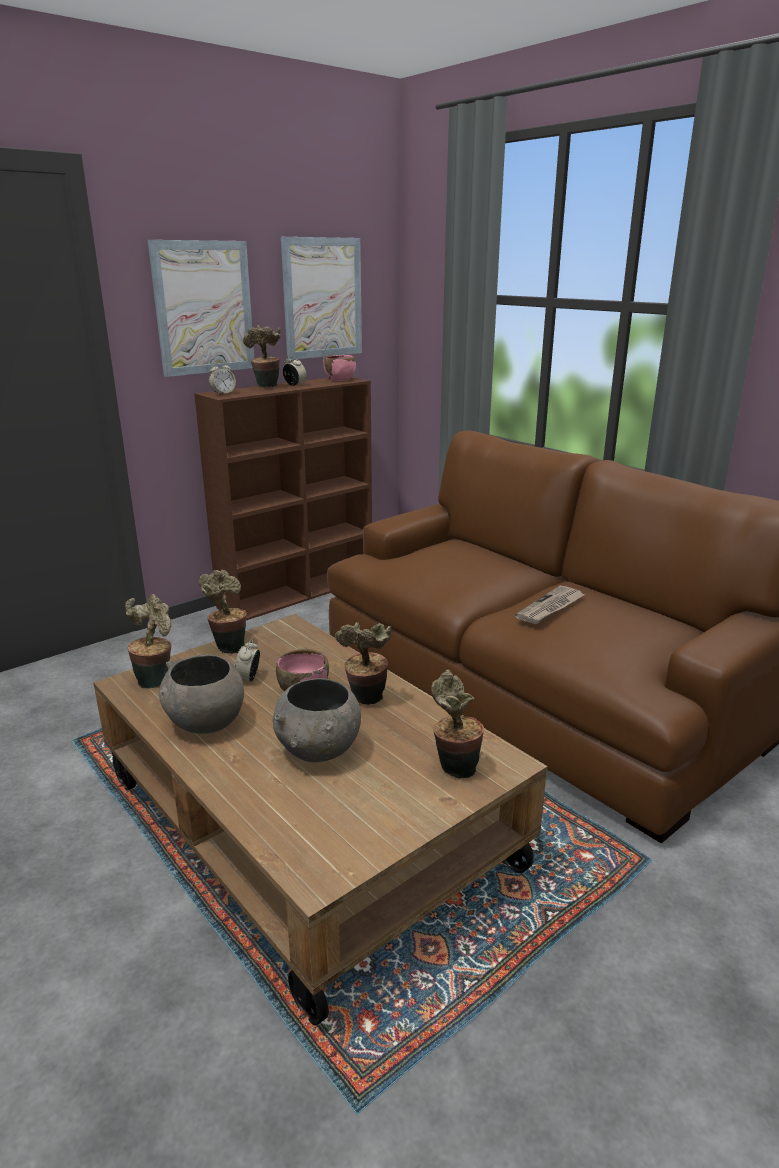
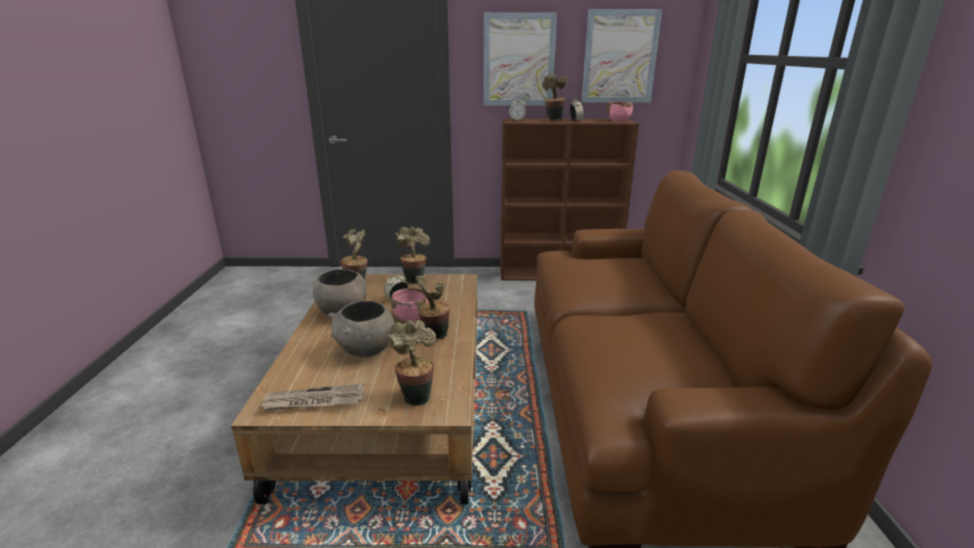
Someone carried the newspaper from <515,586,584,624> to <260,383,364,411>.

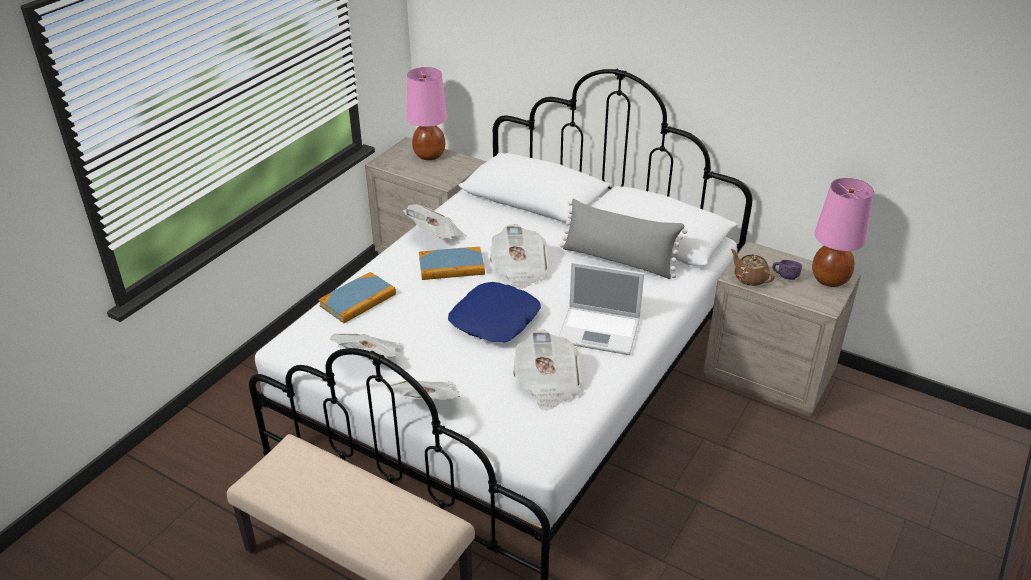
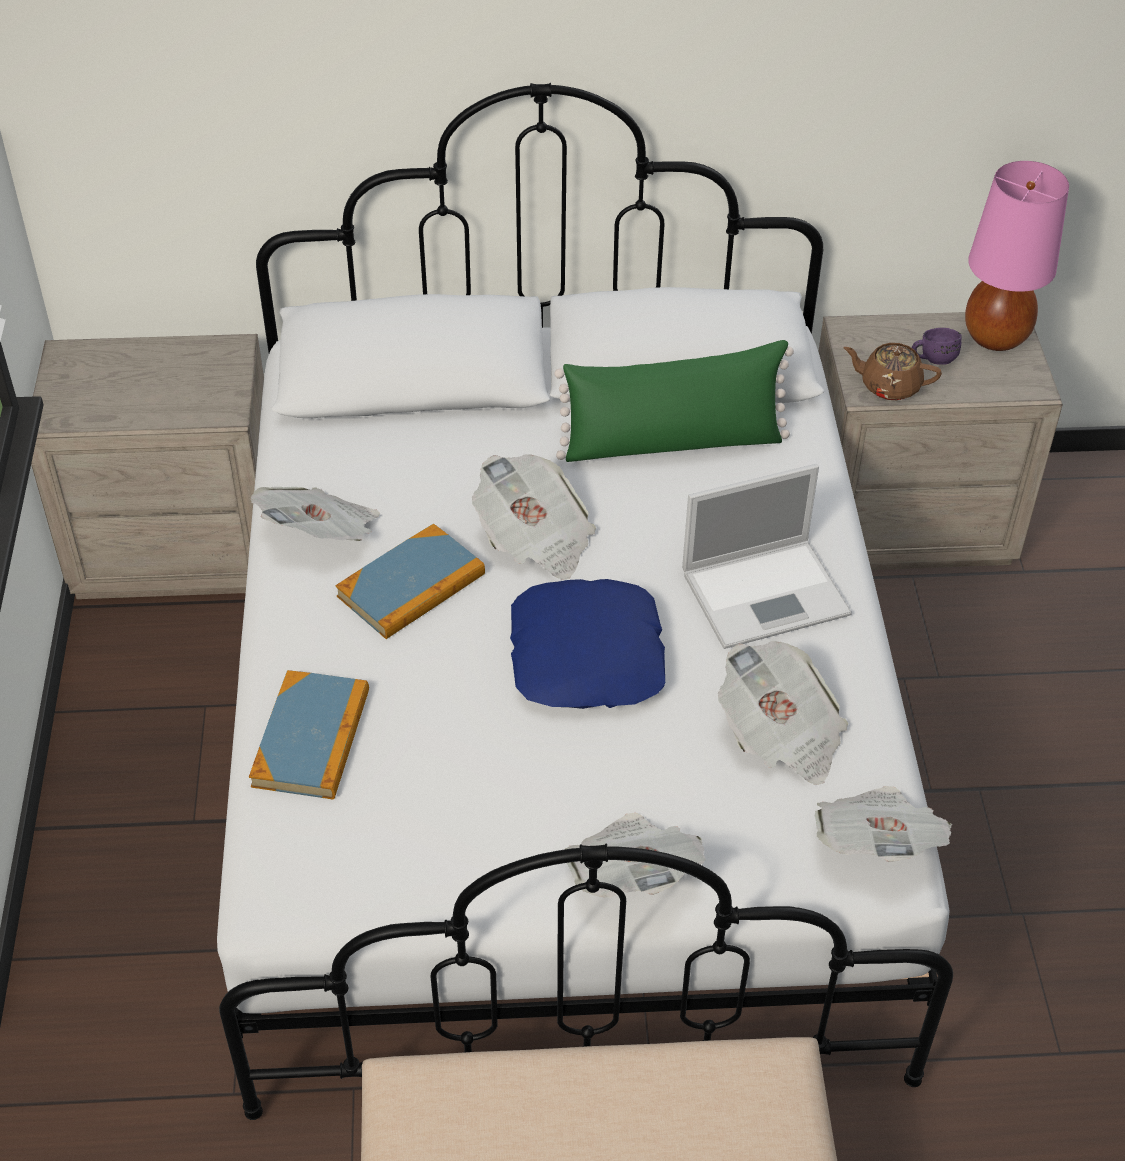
Someone took away the pink tabletop lamp at <407,67,447,160>.
Someone carried the newspaper from <330,334,402,357> to <815,786,952,862>.
Someone repainted the greyish pillow at <560,199,687,279>, which became the green-coloured pillow at <554,340,794,462>.

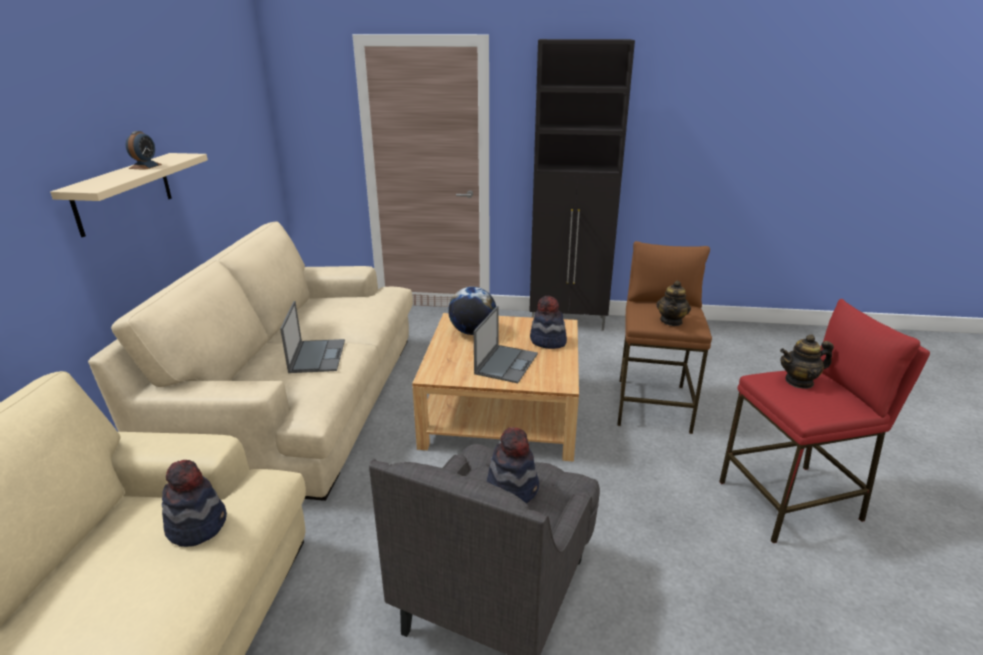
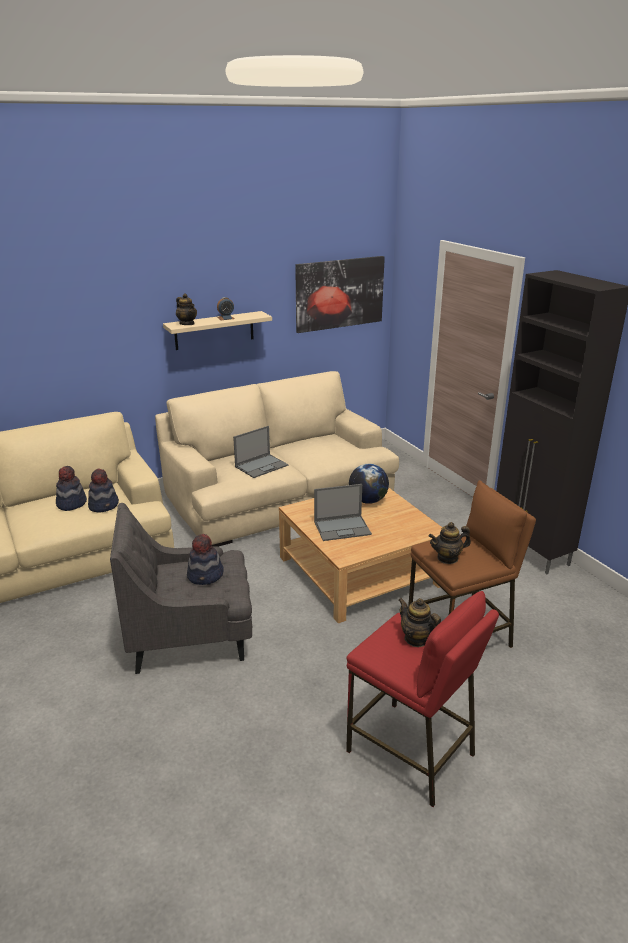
Someone put down the tea pot at <176,293,197,325>.
Someone put up the wall picture at <295,256,385,333>.
Someone carried the hat from <530,296,567,349> to <56,466,87,511>.

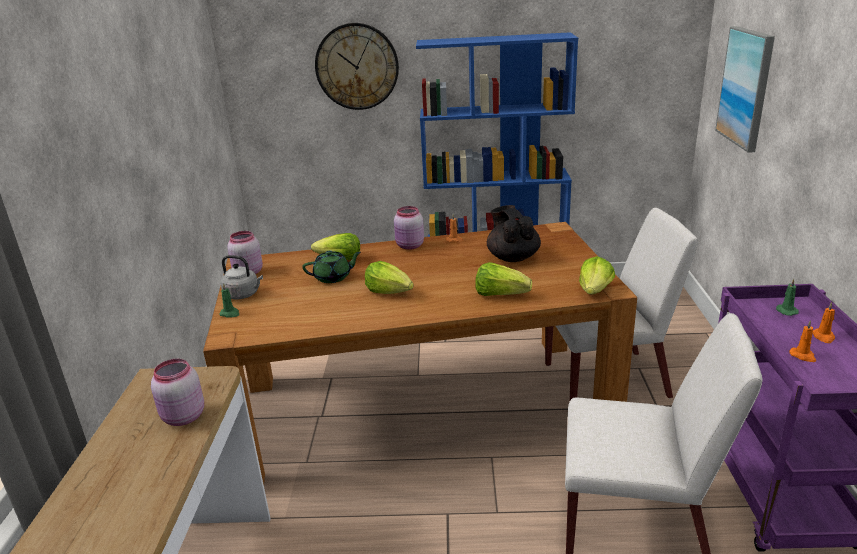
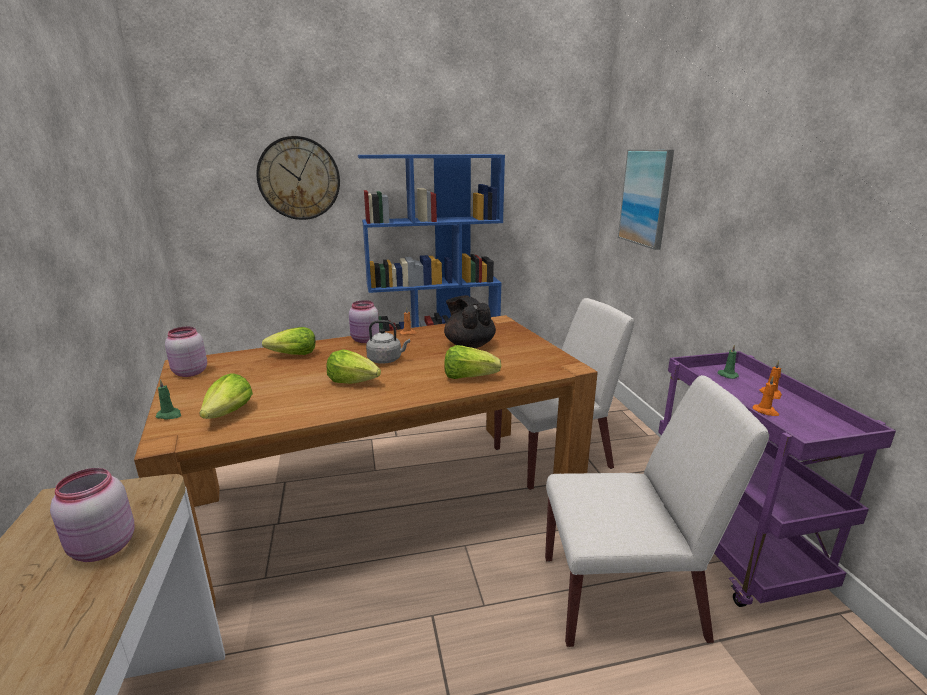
Someone took away the green-coloured tea pot at <302,251,361,283>.
Someone carried the greyish tea kettle from <221,255,263,299> to <366,320,410,364>.
Someone carried the lettuce from <579,256,615,294> to <199,373,253,419>.

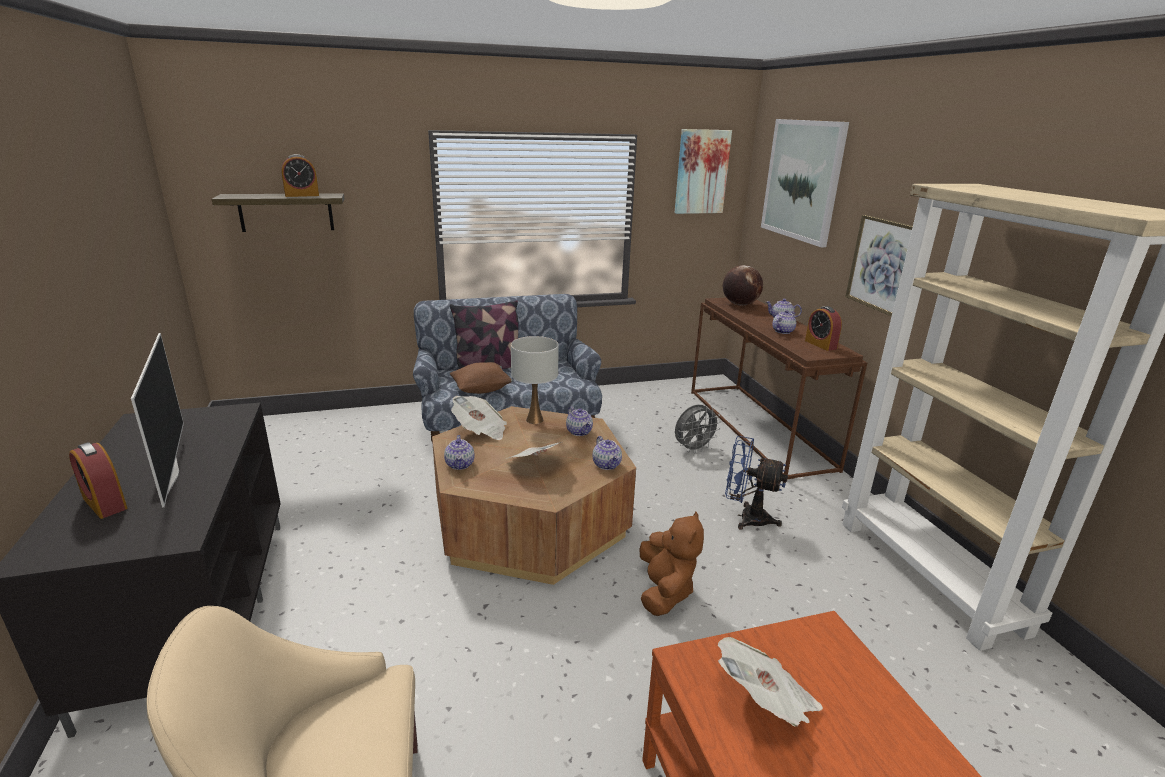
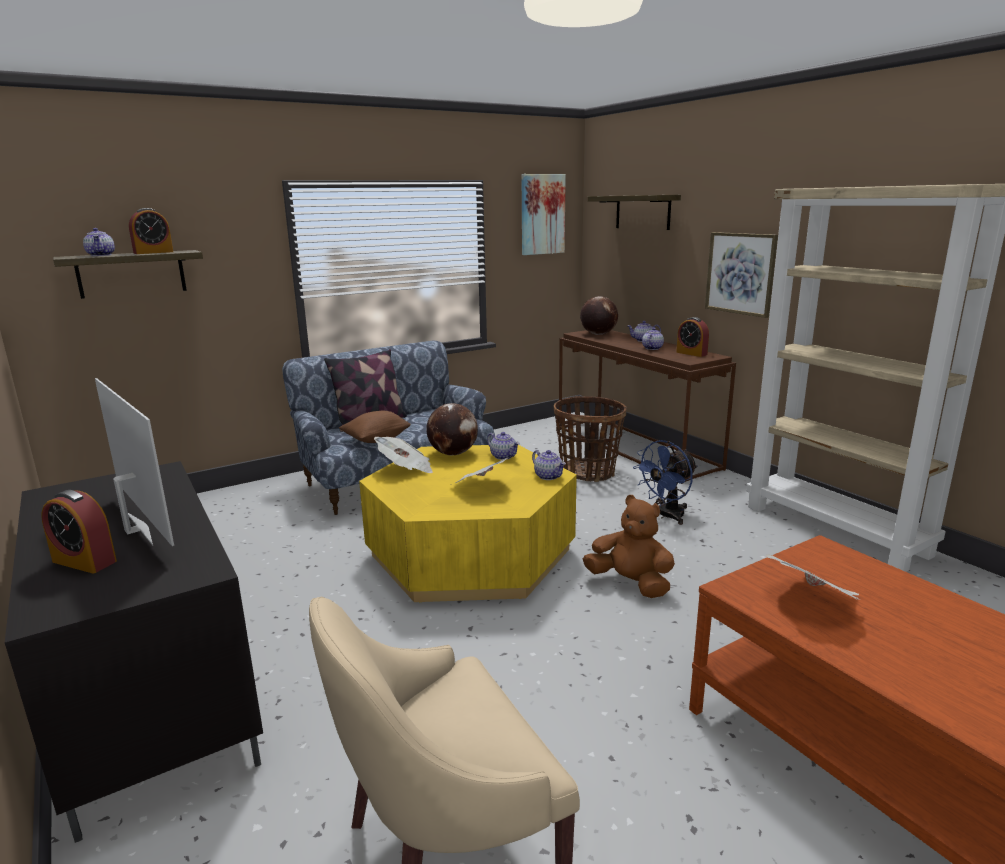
Someone carried the tea pot from <444,435,475,470> to <83,228,115,256>.
Someone swapped the whitish tabletop lamp at <511,336,559,424> for the world globe at <426,403,478,455>.
Someone swapped the greyish cooling fan at <675,405,721,453> for the household basket at <554,396,626,482>.
Someone swapped the wall picture at <761,119,849,247> for the wall shelf at <587,195,681,230>.
Someone repainted the brown-coloured coffee table at <432,406,636,585>, which became the yellow-coloured coffee table at <359,445,577,602>.
Someone rotated the brown-coloured plush toy at <640,512,704,616> by 45 degrees counterclockwise.
Someone rotated the blue-coloured cooling fan at <725,436,788,530> by 45 degrees counterclockwise.

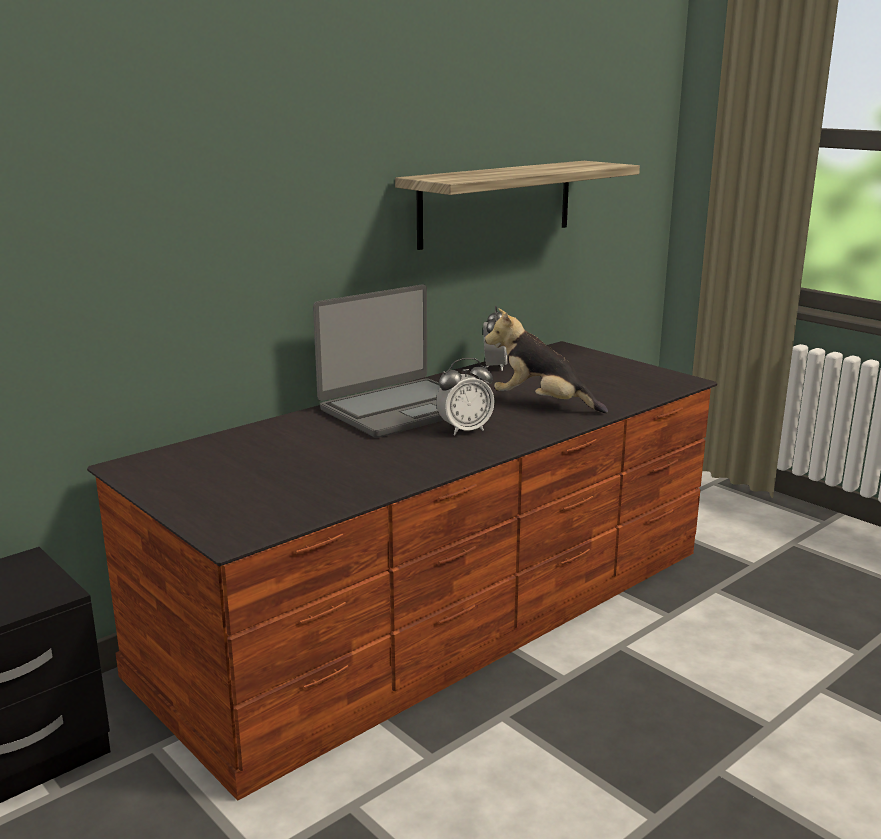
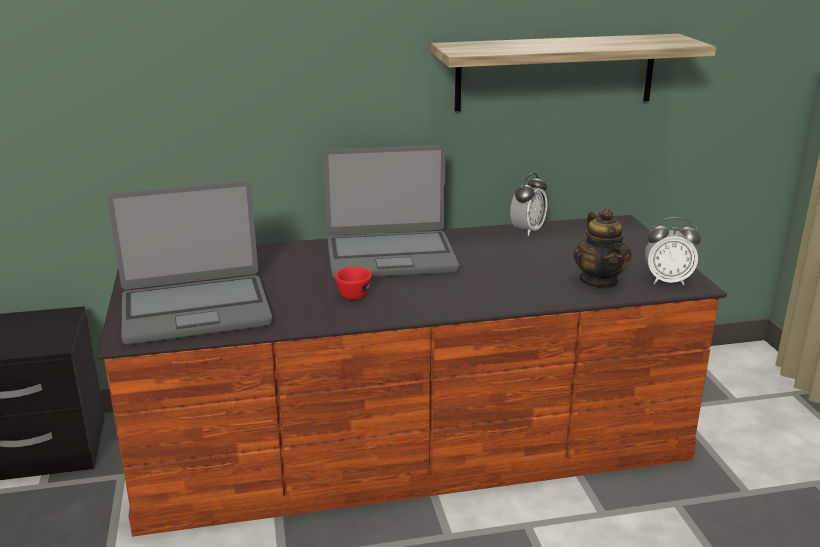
Someone took away the plush toy at <485,309,608,413>.
Someone put down the portable computer at <107,181,273,345>.
Someone put down the red-coloured small cup at <335,267,372,300>.
Someone put down the tea pot at <573,209,631,289>.
Someone carried the table clock from <436,358,495,435> to <645,217,701,285>.

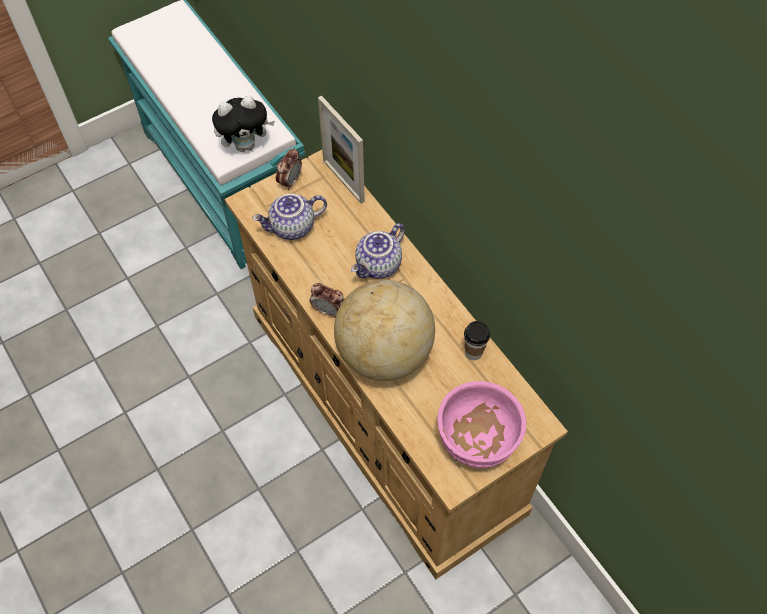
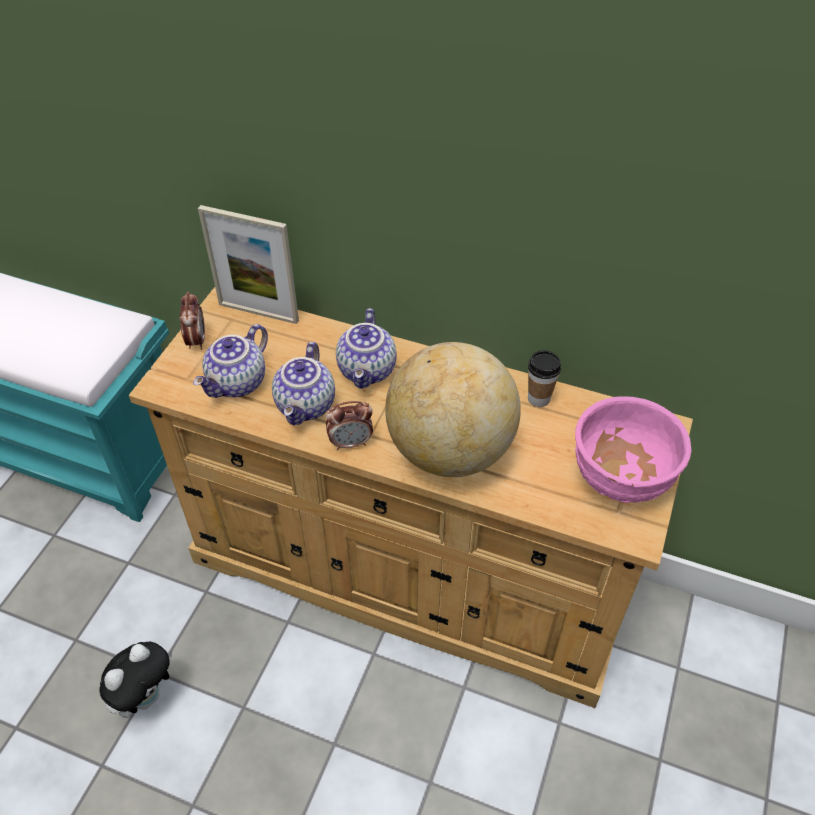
Someone put down the tea pot at <272,342,335,426>.
Someone carried the plush toy from <212,96,275,152> to <99,642,172,718>.

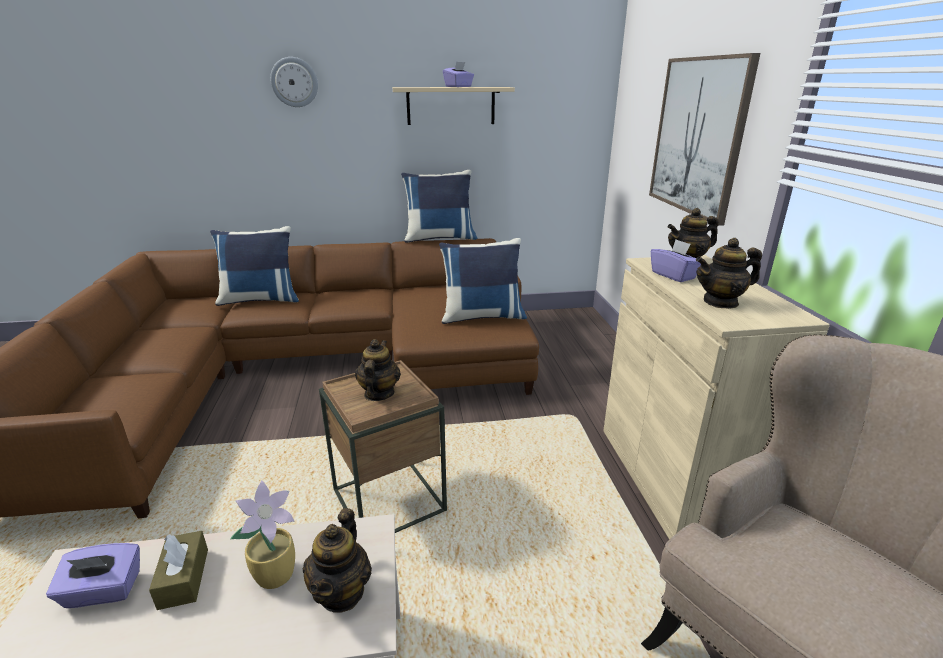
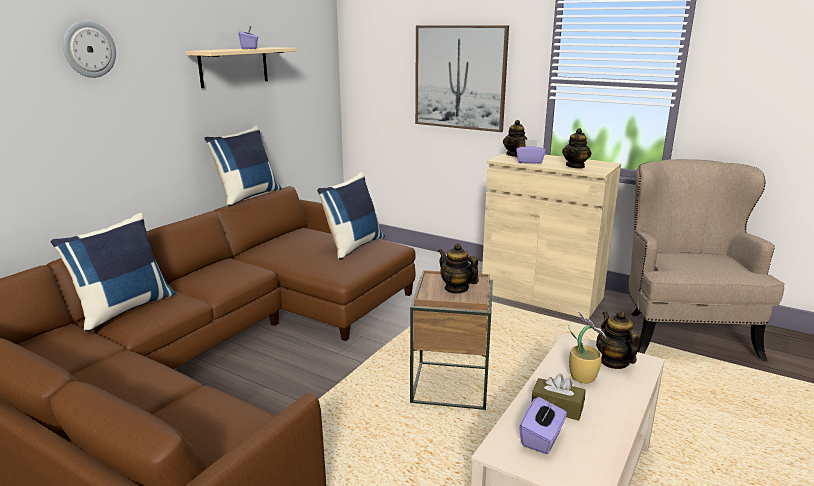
Someone rotated the tea pot at <303,508,372,613> by 150 degrees counterclockwise.

